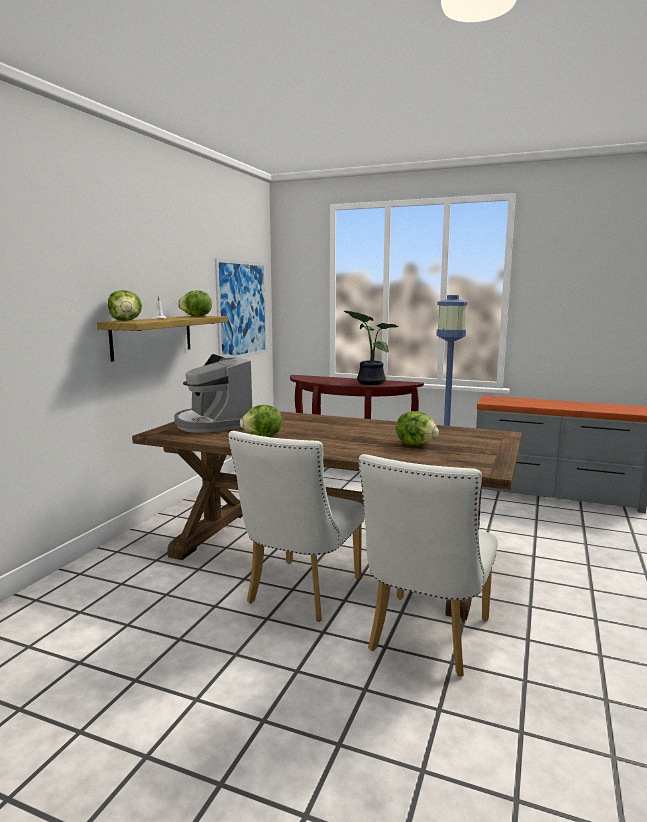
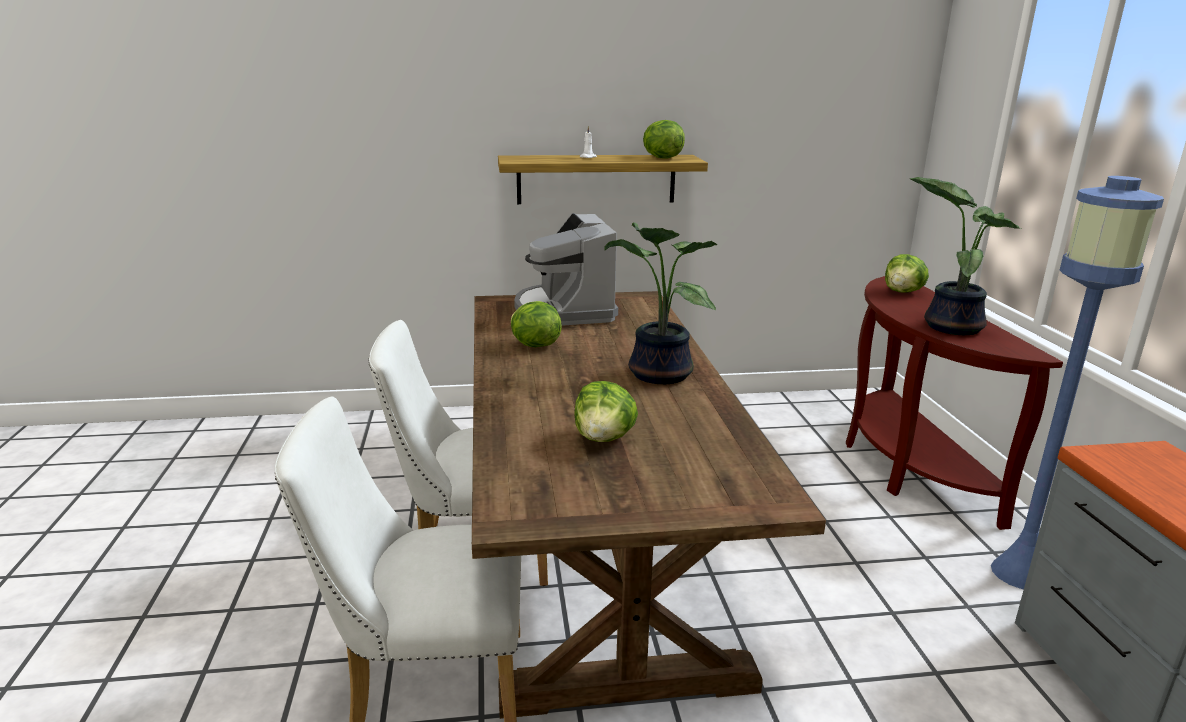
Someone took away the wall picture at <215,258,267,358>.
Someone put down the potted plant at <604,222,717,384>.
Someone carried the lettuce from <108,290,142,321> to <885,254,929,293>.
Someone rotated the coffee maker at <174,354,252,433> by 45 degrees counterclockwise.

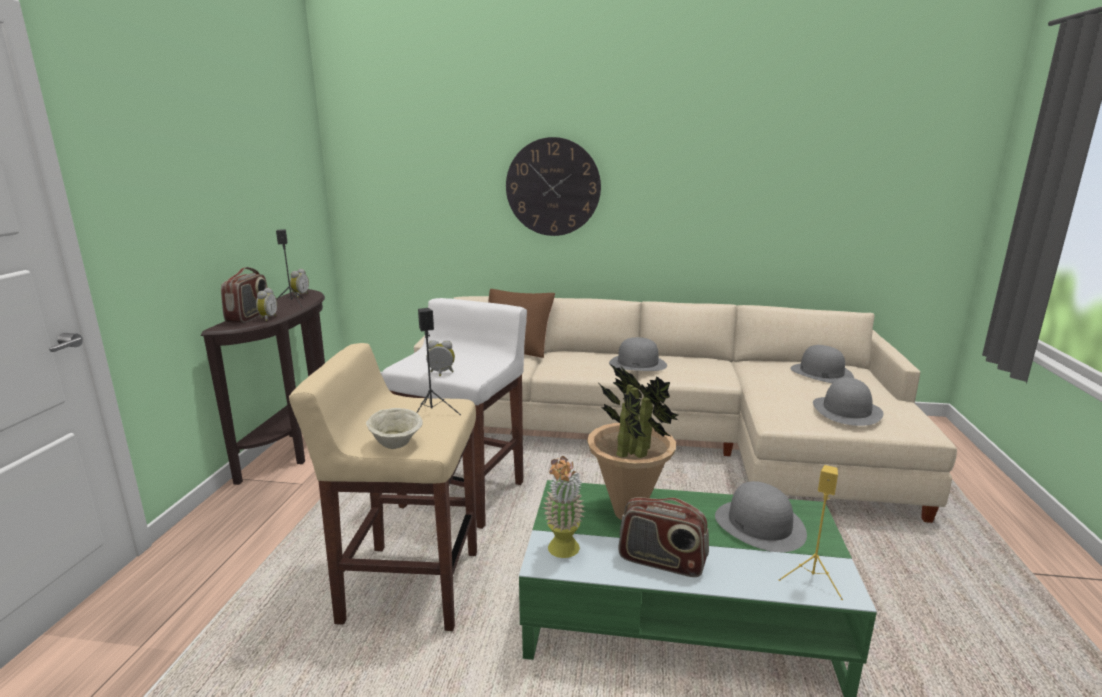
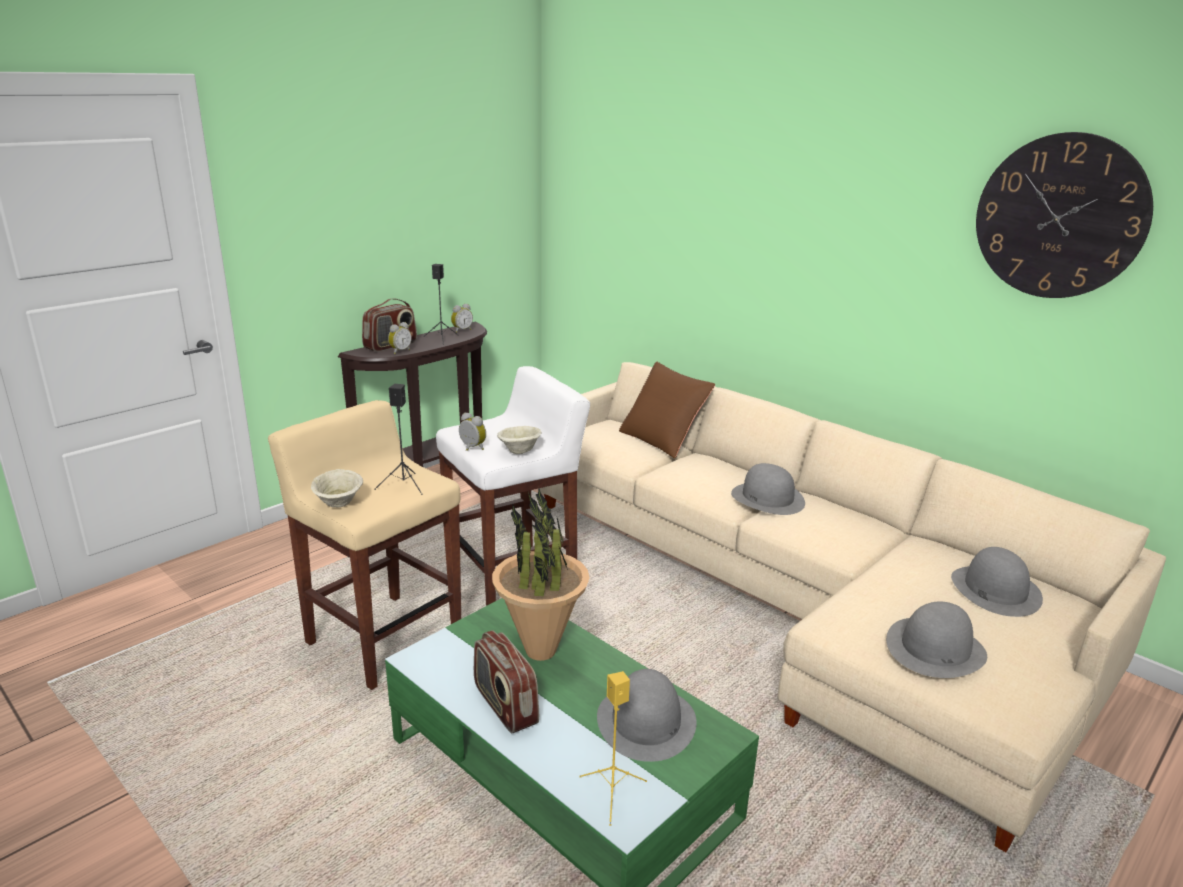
Someone took away the potted plant at <543,456,585,558>.
Someone put down the beige bowl at <497,426,542,454>.
Someone carried the wall clock from <506,137,601,236> to <976,132,1153,298>.

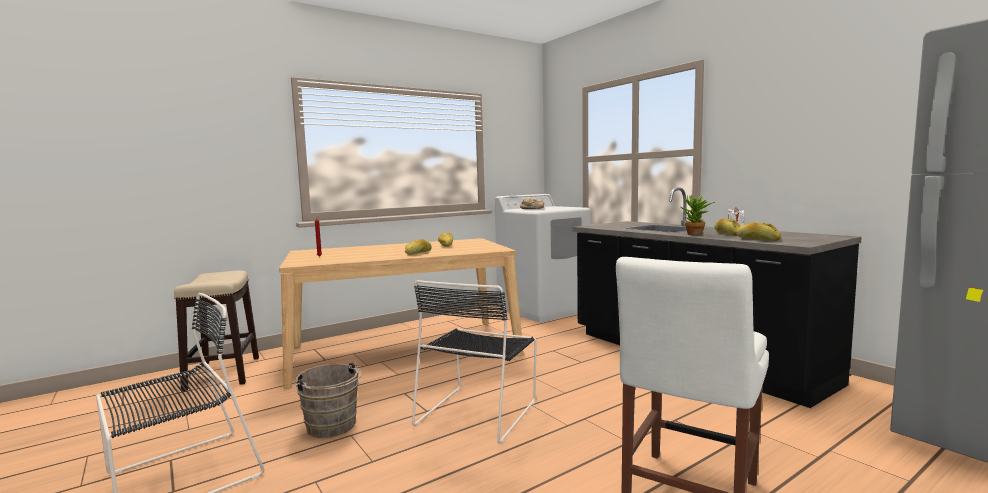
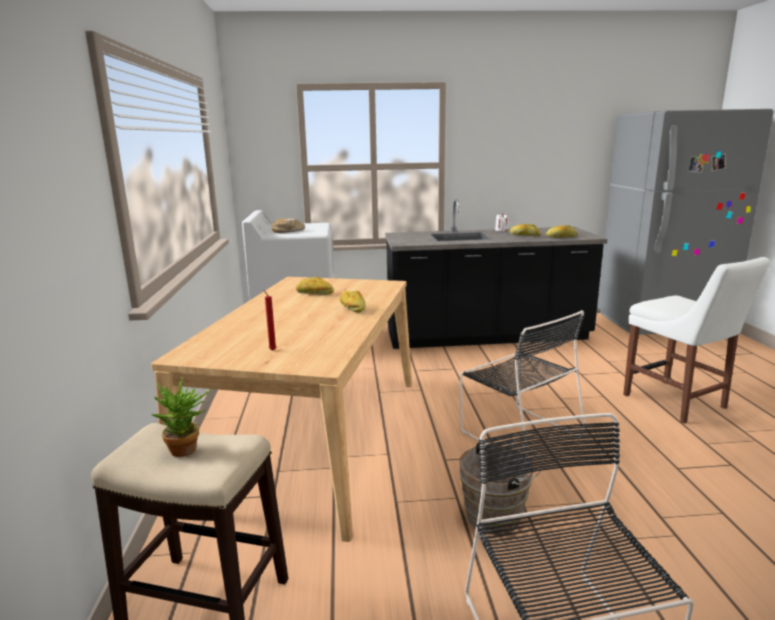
Someone carried the potted plant from <681,195,715,235> to <151,377,211,457>.

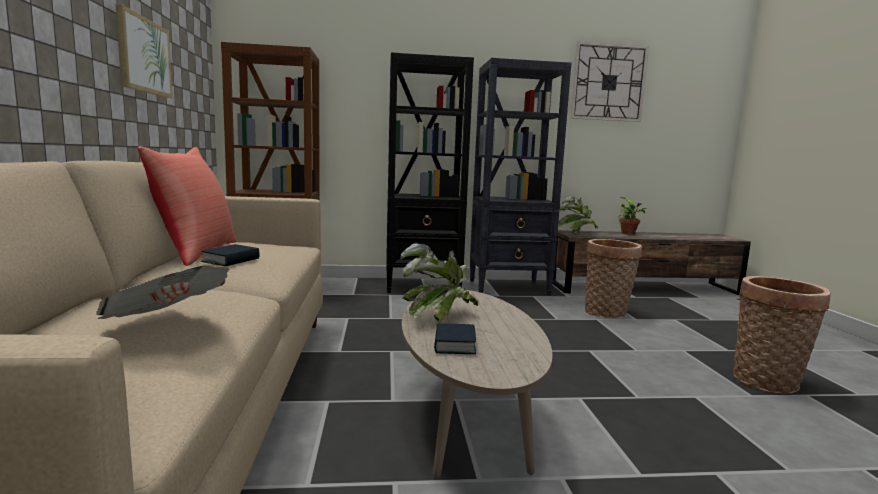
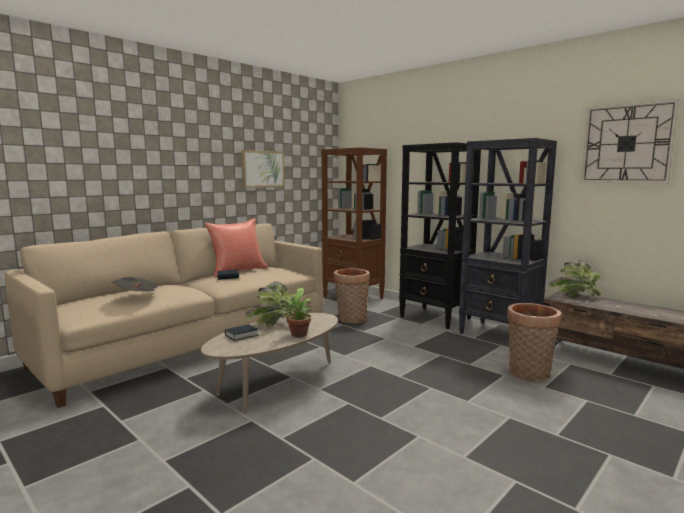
Someone carried the potted plant from <619,197,646,235> to <277,288,316,337>.
Someone carried the household basket from <733,276,831,393> to <334,268,370,323>.

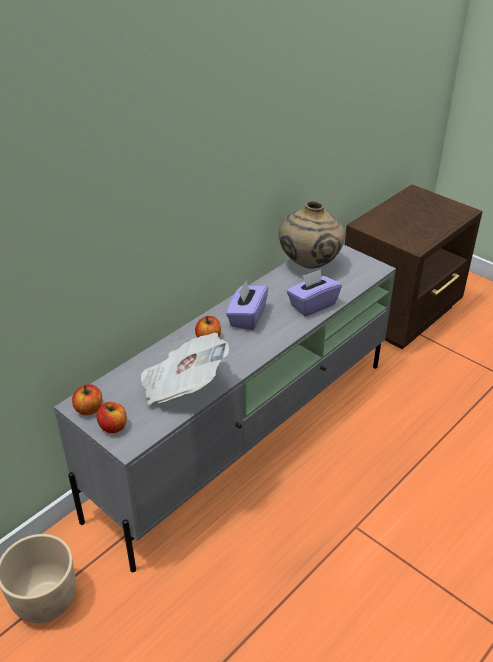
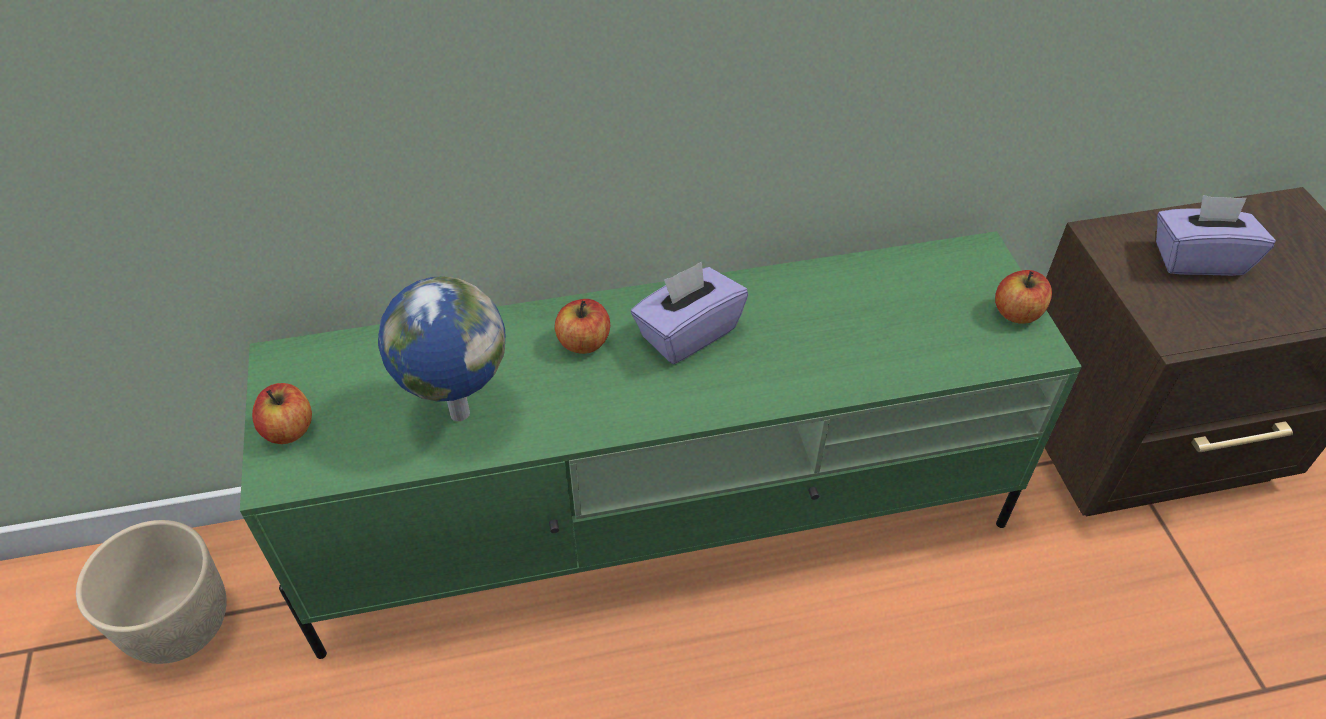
Someone took away the beige decorative vase at <278,201,345,269>.
Someone carried the apple fruit from <72,384,102,415> to <995,270,1052,324>.
Someone carried the purple box of tissues from <287,269,342,316> to <1156,195,1276,276>.
Someone swapped the newspaper at <141,333,229,405> for the world globe at <378,276,505,421>.
Someone repainted the greyish tv stand at <54,244,396,572>, which became the green-coloured tv stand at <240,231,1082,659>.

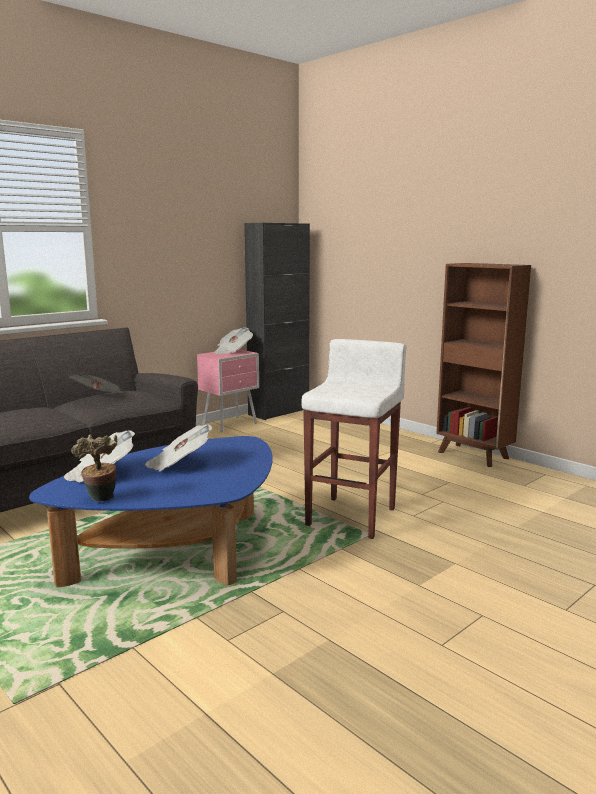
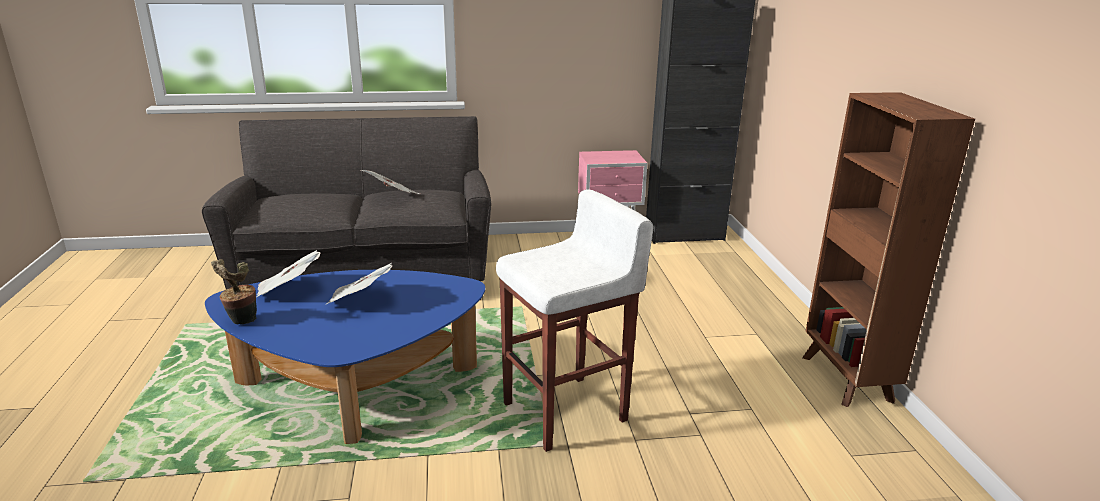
Someone took away the newspaper at <214,327,253,354>.

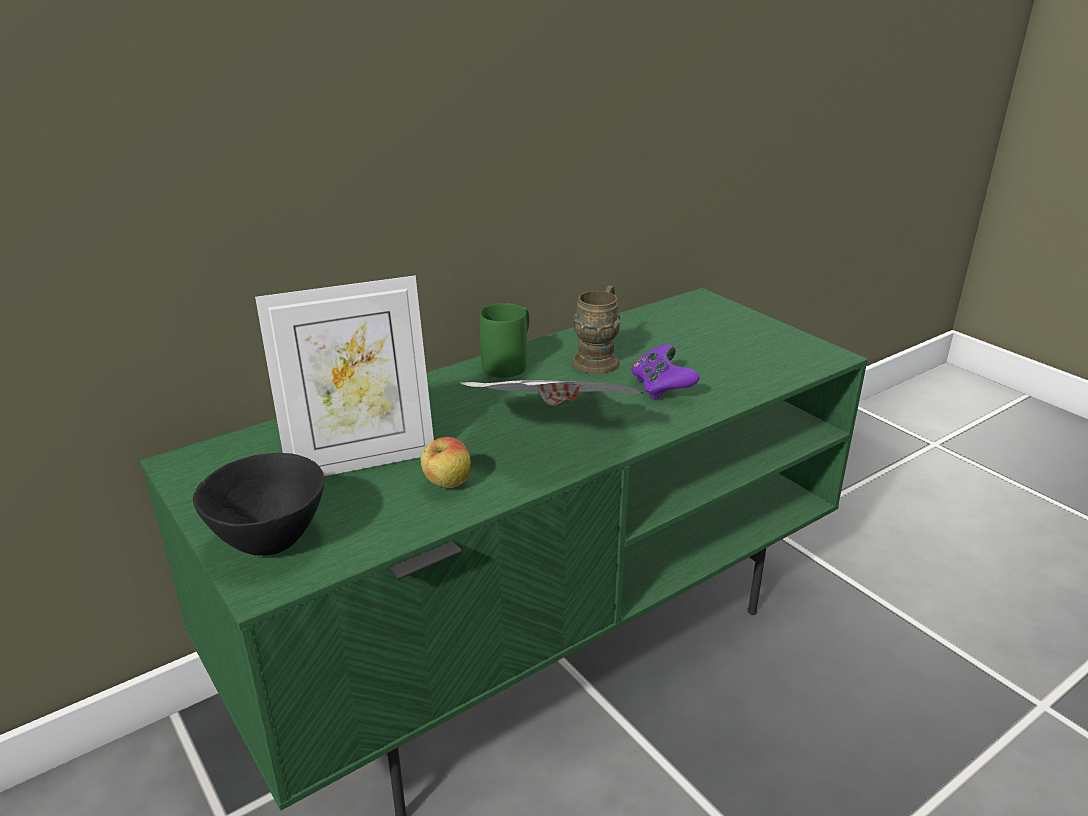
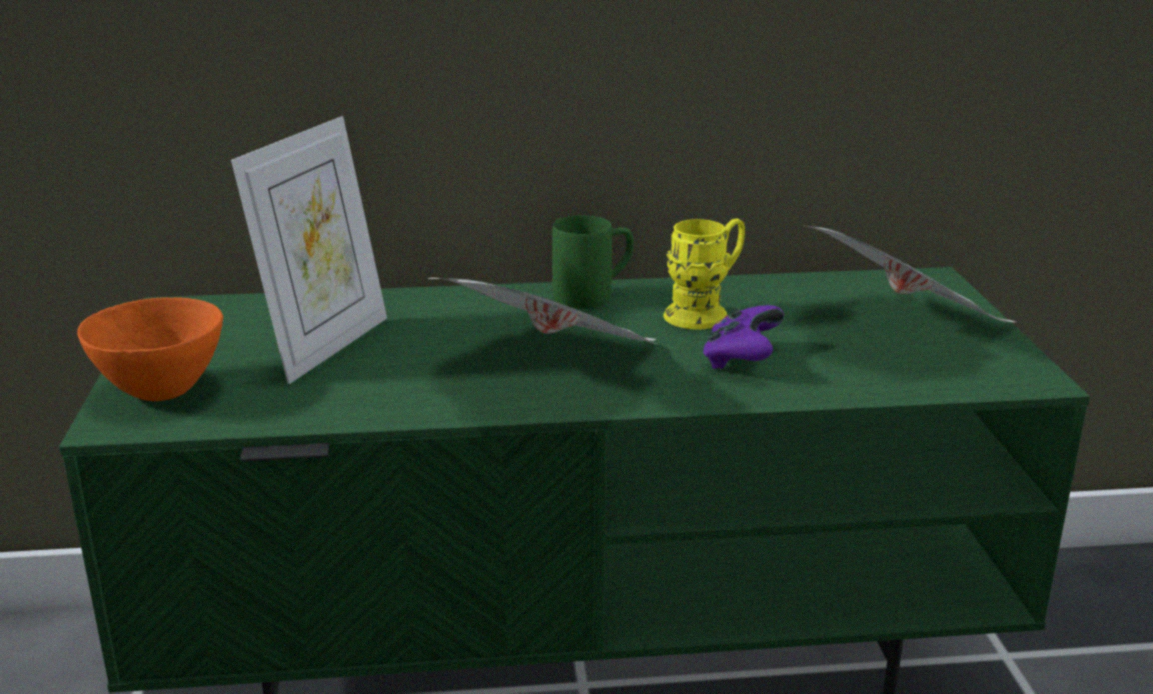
Someone took away the apple fruit at <421,437,471,488>.
Someone put down the newspaper at <800,225,1015,322>.
Someone repainted the black-coloured bowl at <193,453,324,555>, which became the orange bowl at <77,297,223,401>.
Someone repainted the brown-coloured mug at <572,285,621,374>, which became the yellow-coloured mug at <663,218,745,329>.
Someone rotated the picture frame at <255,276,434,476> by 75 degrees counterclockwise.

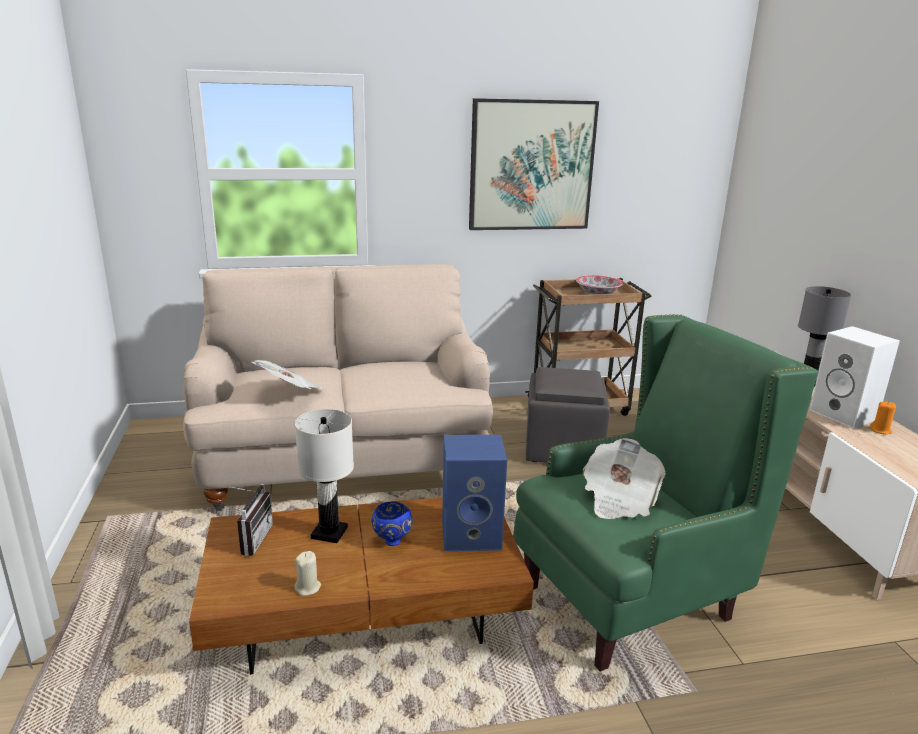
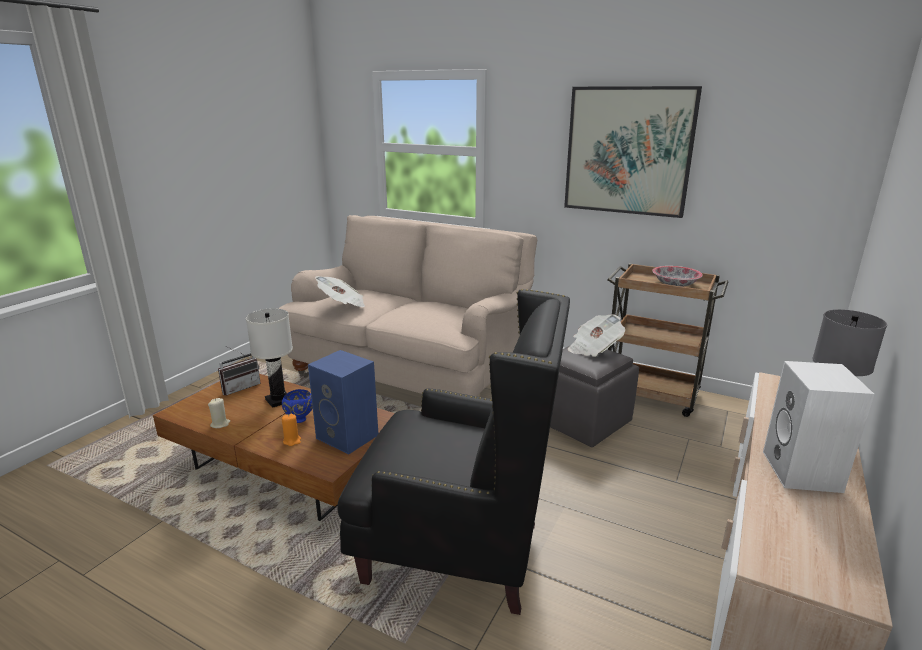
Someone carried the newspaper from <583,438,666,519> to <568,314,625,357>.
Someone carried the orange candle from <870,401,896,434> to <282,414,301,446>.
Someone repainted the green-coloured easy chair at <513,314,819,671>, which became the black-coloured easy chair at <337,289,570,615>.

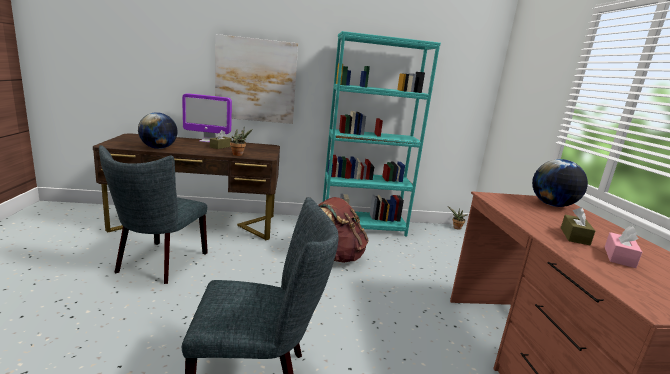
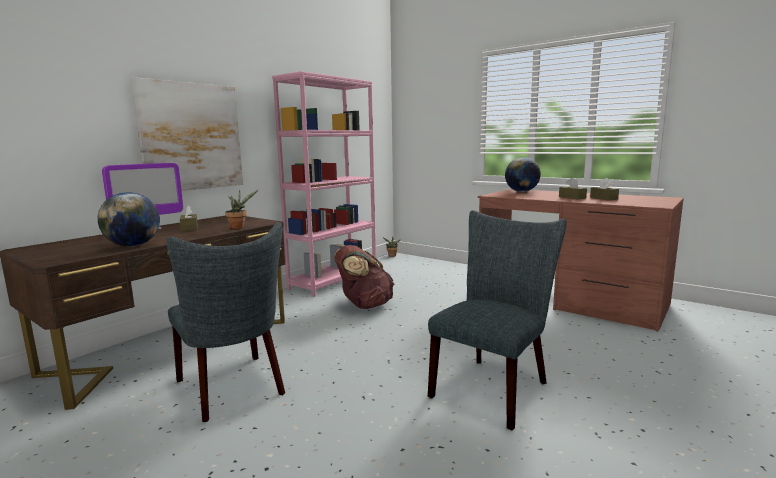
Someone repainted the turquoise bookcase at <323,31,441,236>, which became the pink bookcase at <272,71,376,297>.
Someone repainted the pink box of tissues at <605,226,642,268>, which became the brown-coloured box of tissues at <590,178,619,200>.

